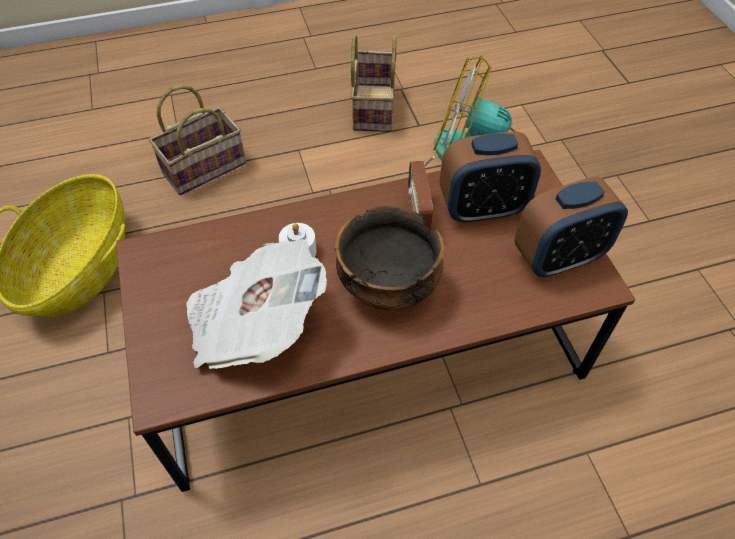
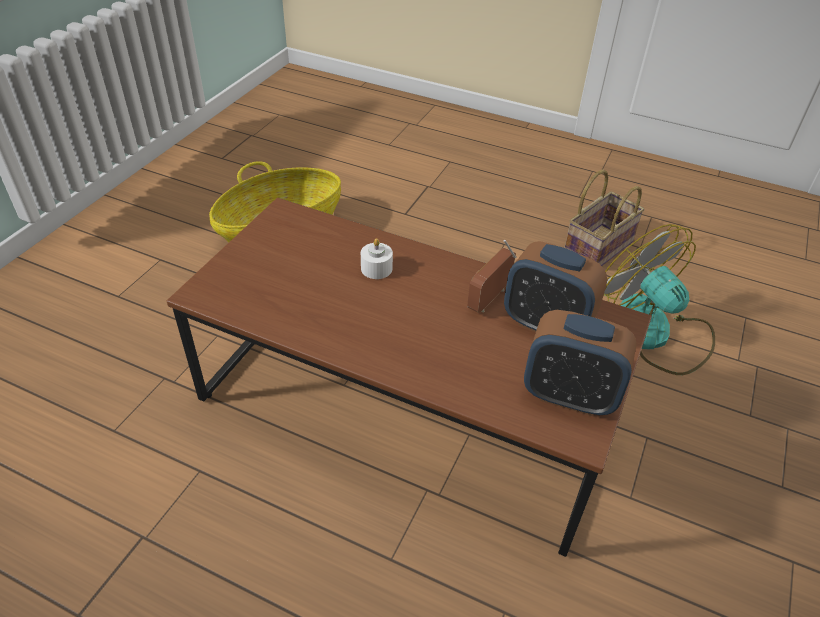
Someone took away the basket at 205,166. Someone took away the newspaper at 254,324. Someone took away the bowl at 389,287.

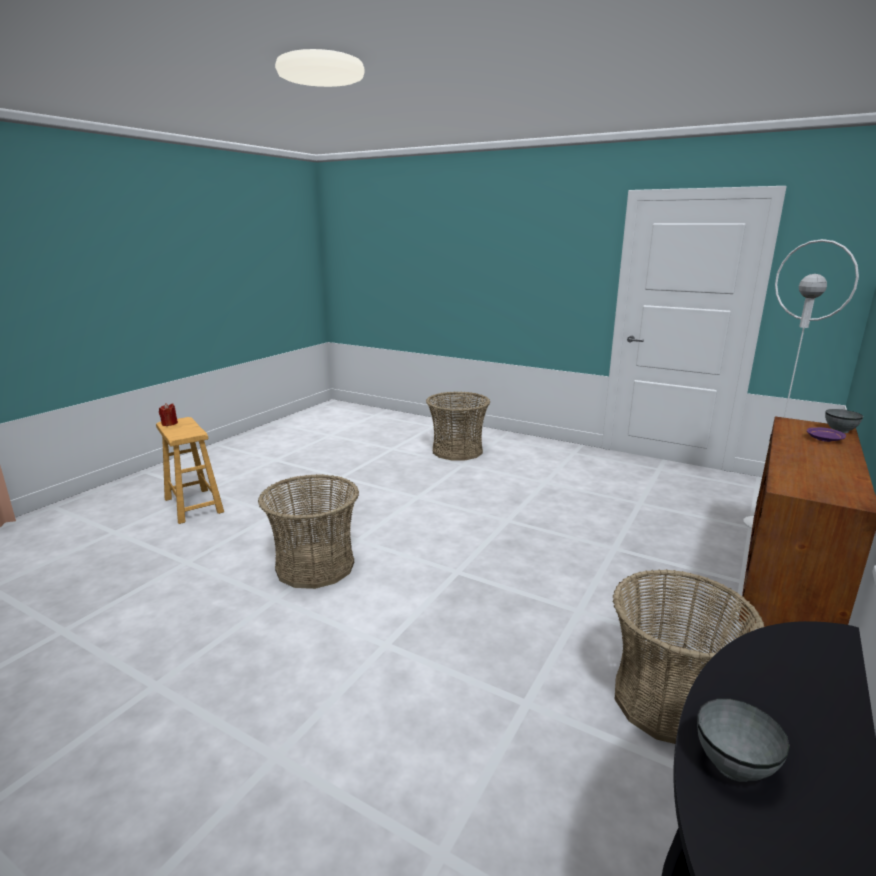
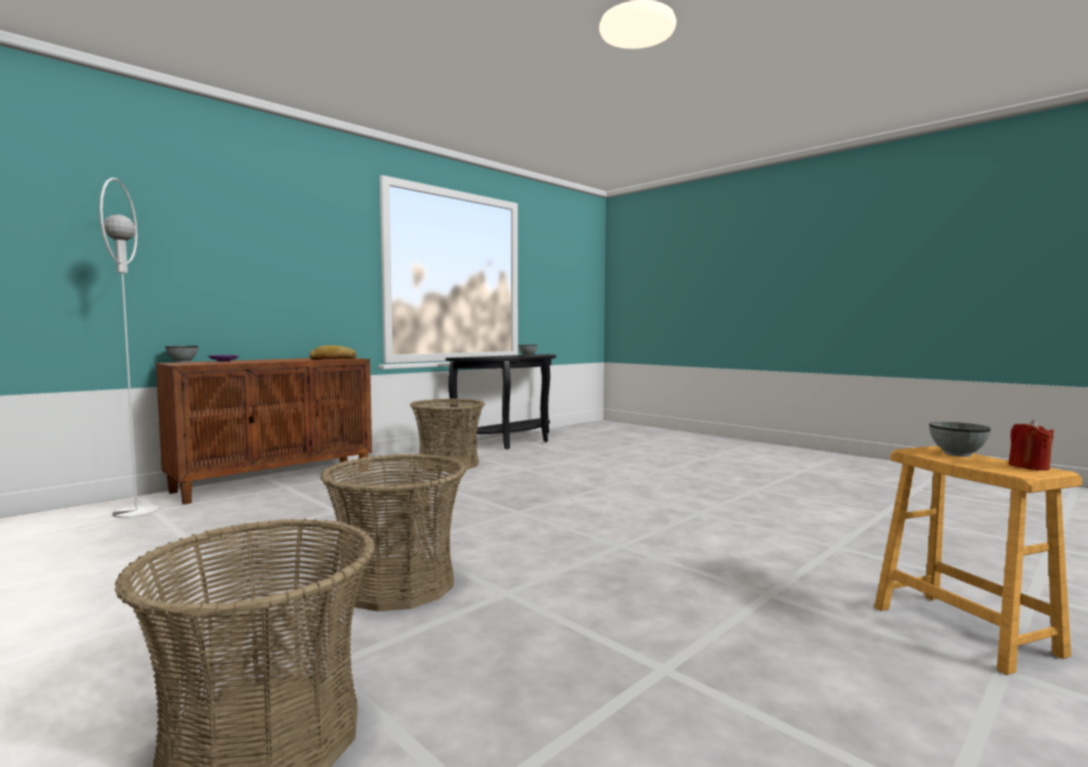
Someone put down the bread at 334,359. Someone carried the basket from 315,566 to 397,584. Someone put down the grey bowl at 957,454.

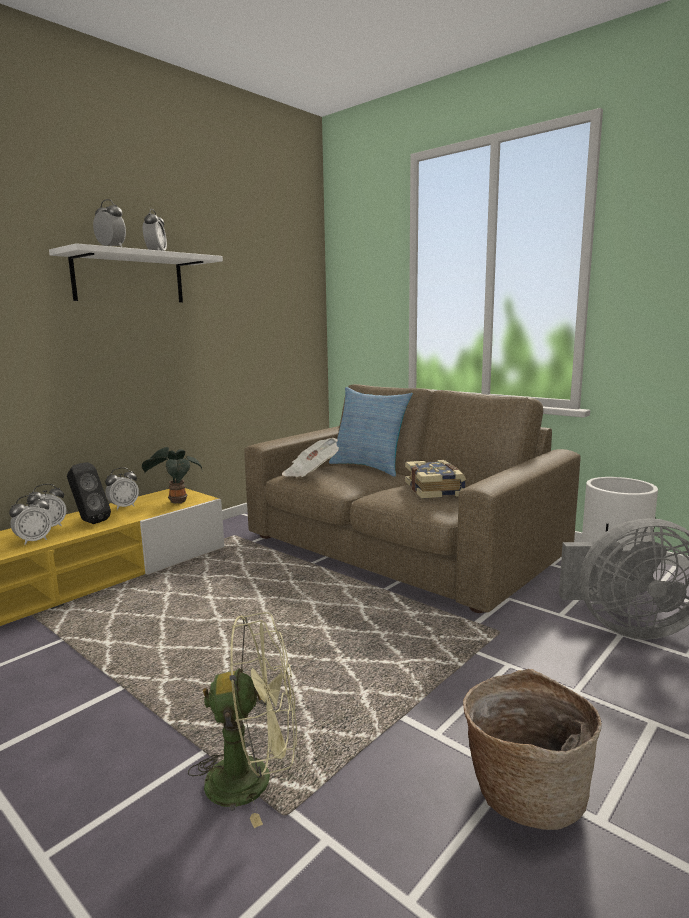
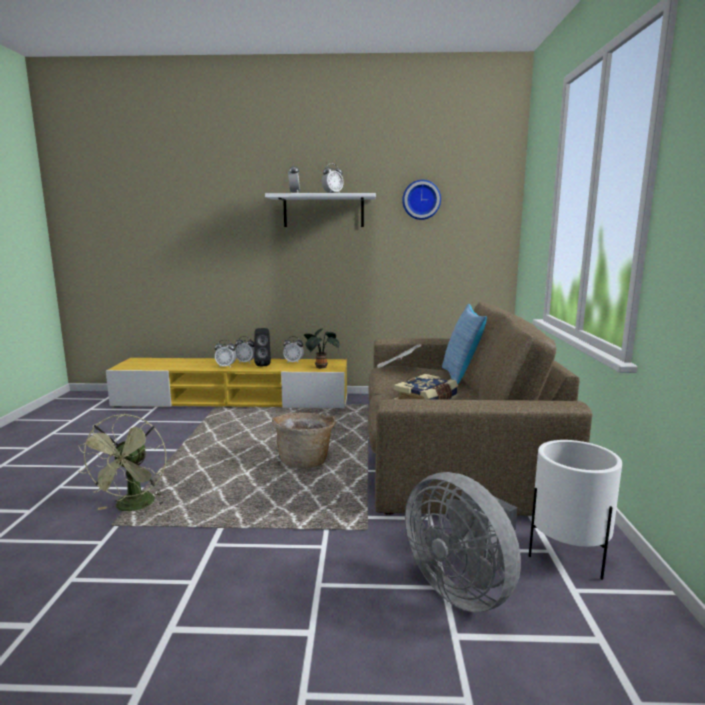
Someone rotated the green fan at 254,778 by 45 degrees clockwise. Someone carried the basket from 524,791 to 305,460. Someone put up the wall clock at 421,200.

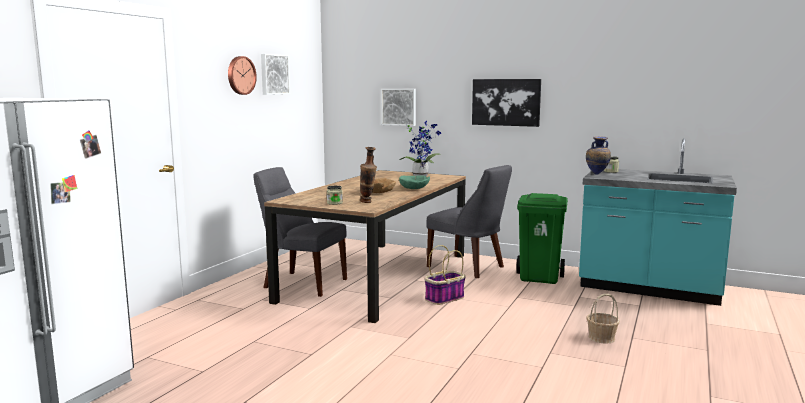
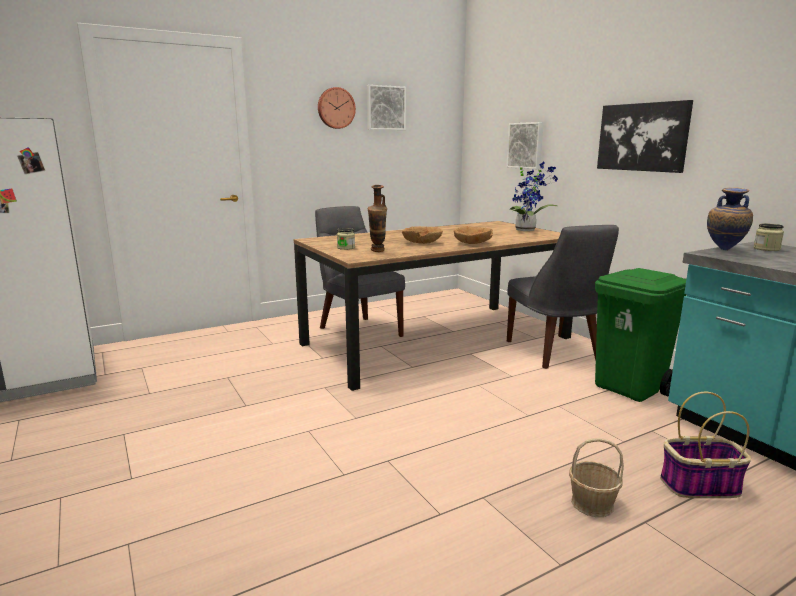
Someone repainted the green bowl at 414,188, which became the brown bowl at 472,243. Someone carried the basket from 444,299 to 699,486.

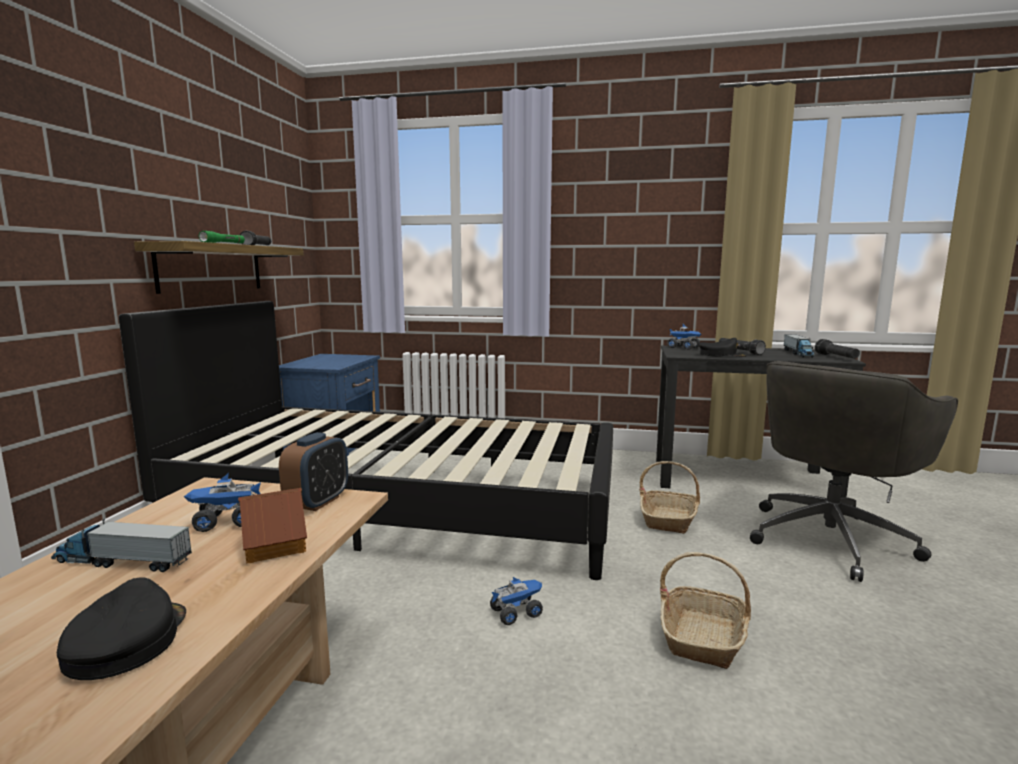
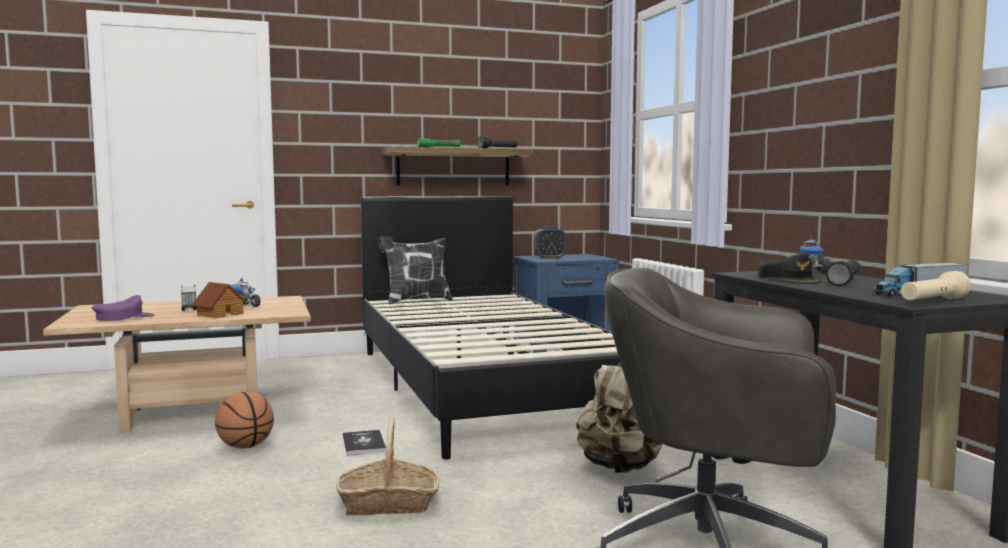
Someone repainted the black cap at 126,641, which became the purple cap at 124,317. Someone put down the basketball at 246,447. Someone swapped the toy truck at 516,612 for the book at 363,444. Someone put down the pillow at 416,301. Someone carried the alarm clock from 318,502 to 550,258. Someone swapped the basket at 668,519 for the beige backpack at 619,468. Someone repainted the black flashlight at 836,357, which became the beige flashlight at 932,301.

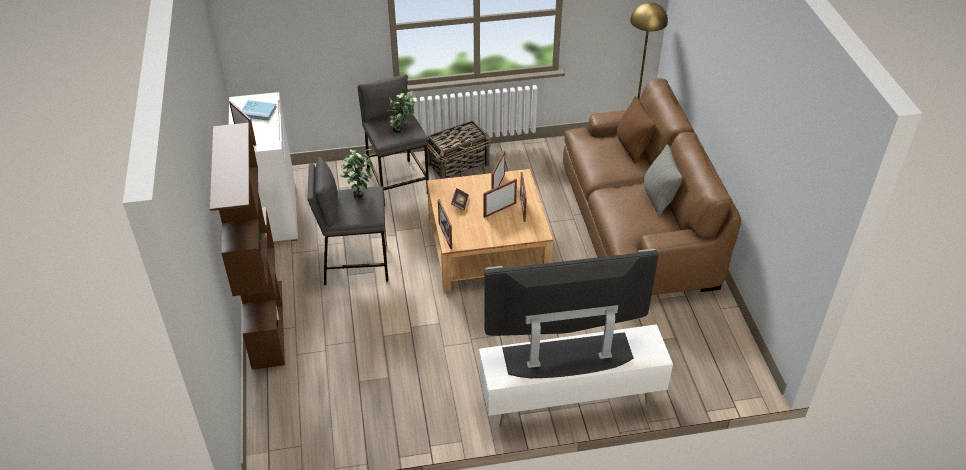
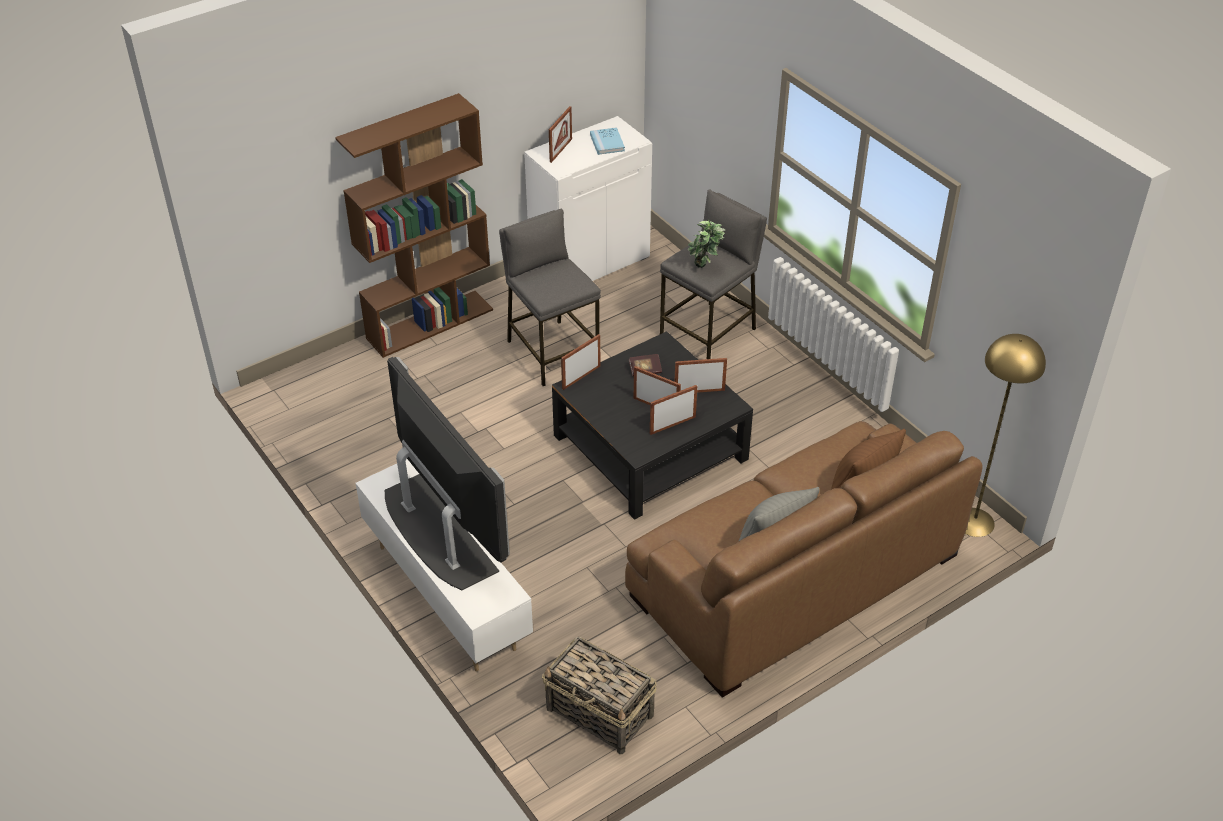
Someone carried the basket from 459,164 to 600,713. Someone repainted the beige coffee table at 487,247, which became the black coffee table at 650,447. Someone took away the potted plant at 359,192.

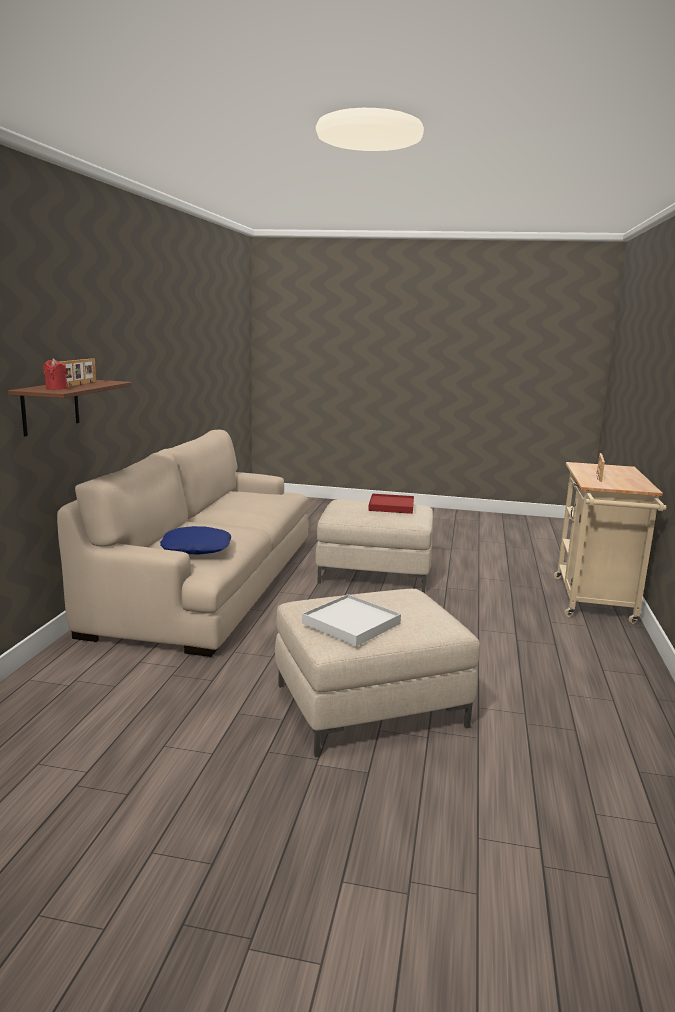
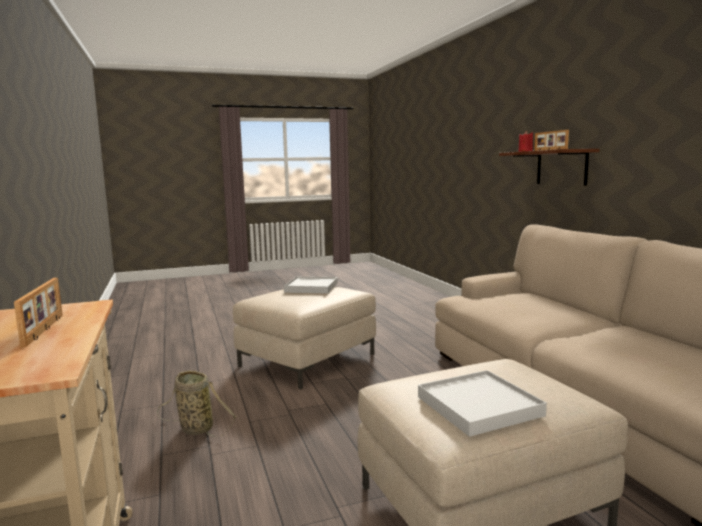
Someone put down the basket at 194,428. Someone repainted the red tray at 391,506, which became the white tray at 479,406. Someone took away the blue pillow at 196,548.

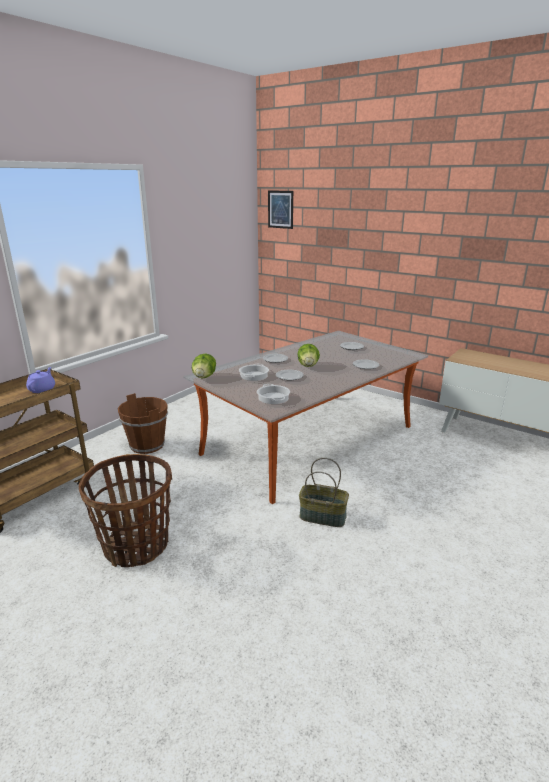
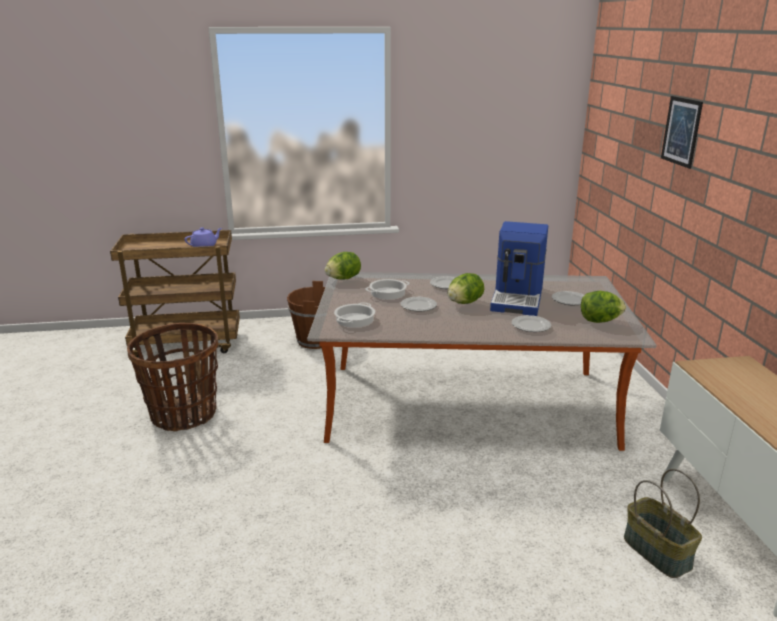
Someone put down the coffee machine at 518,298. Someone put down the lettuce at 599,321. Someone carried the basket from 323,516 to 658,552. Someone carried the picture from 280,209 to 681,131.

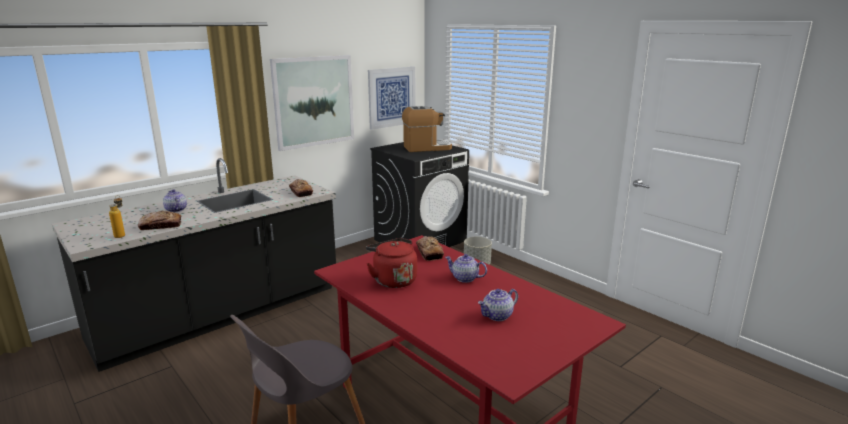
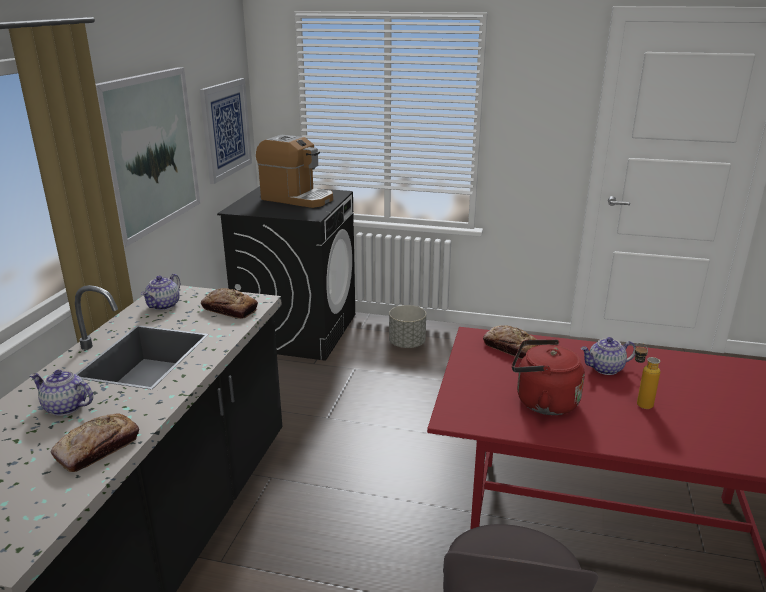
Someone carried the teapot from 497,316 to 164,305. Someone rotated the coffee machine at 426,148 by 75 degrees clockwise. Someone carried the bottle from 121,234 to 639,402.

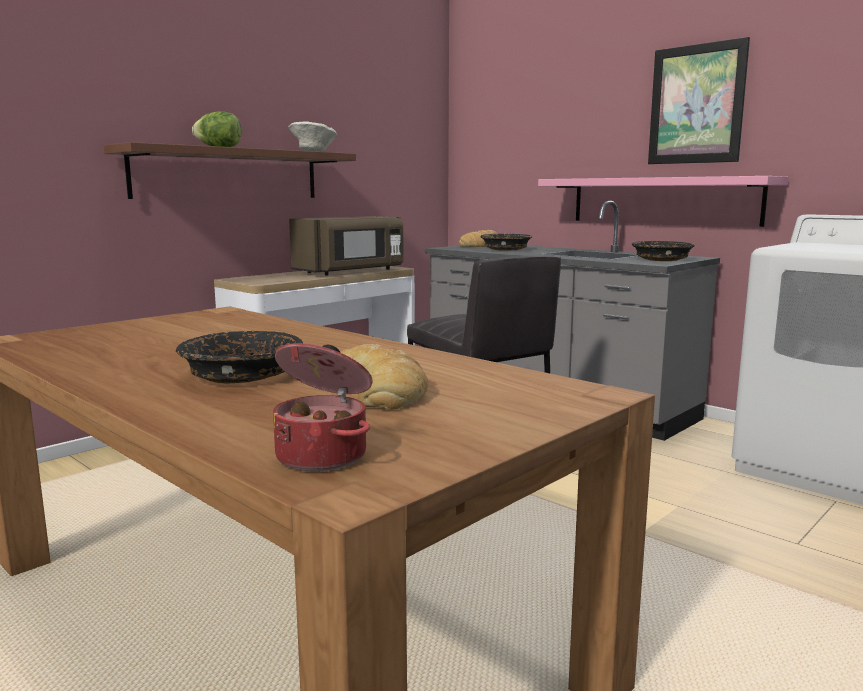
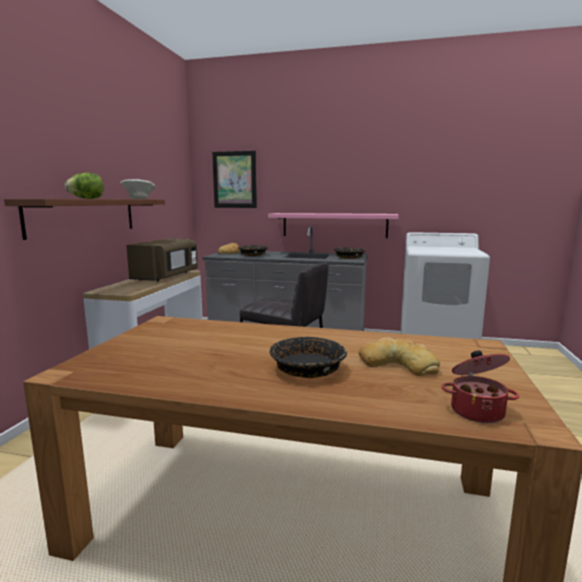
Someone carried the picture from 696,104 to 234,180.

